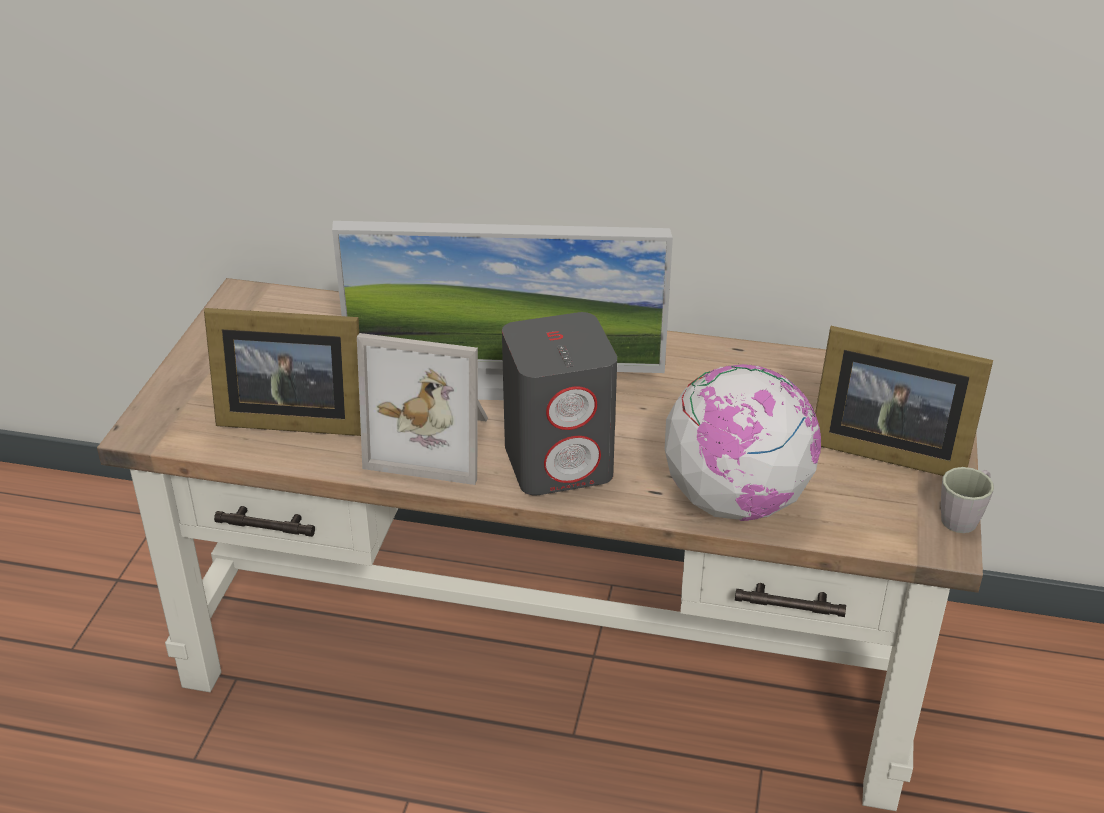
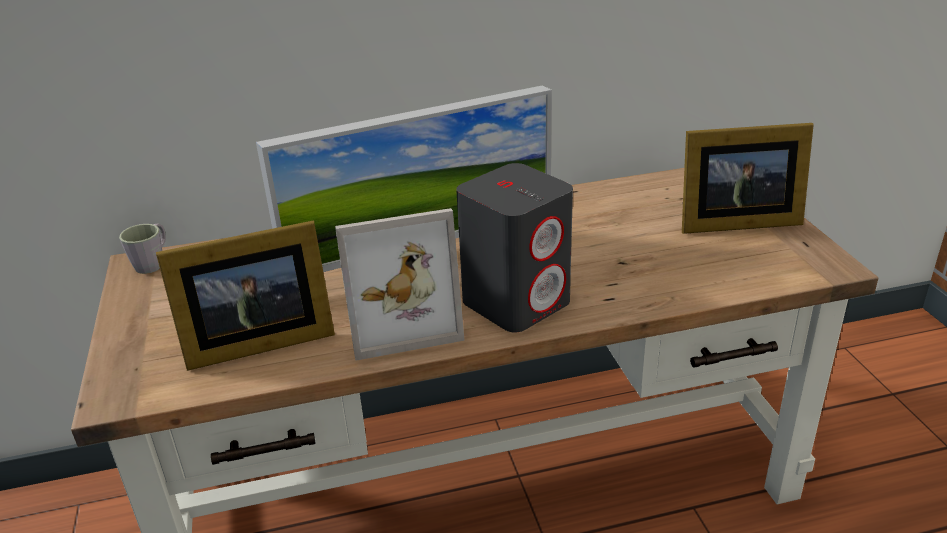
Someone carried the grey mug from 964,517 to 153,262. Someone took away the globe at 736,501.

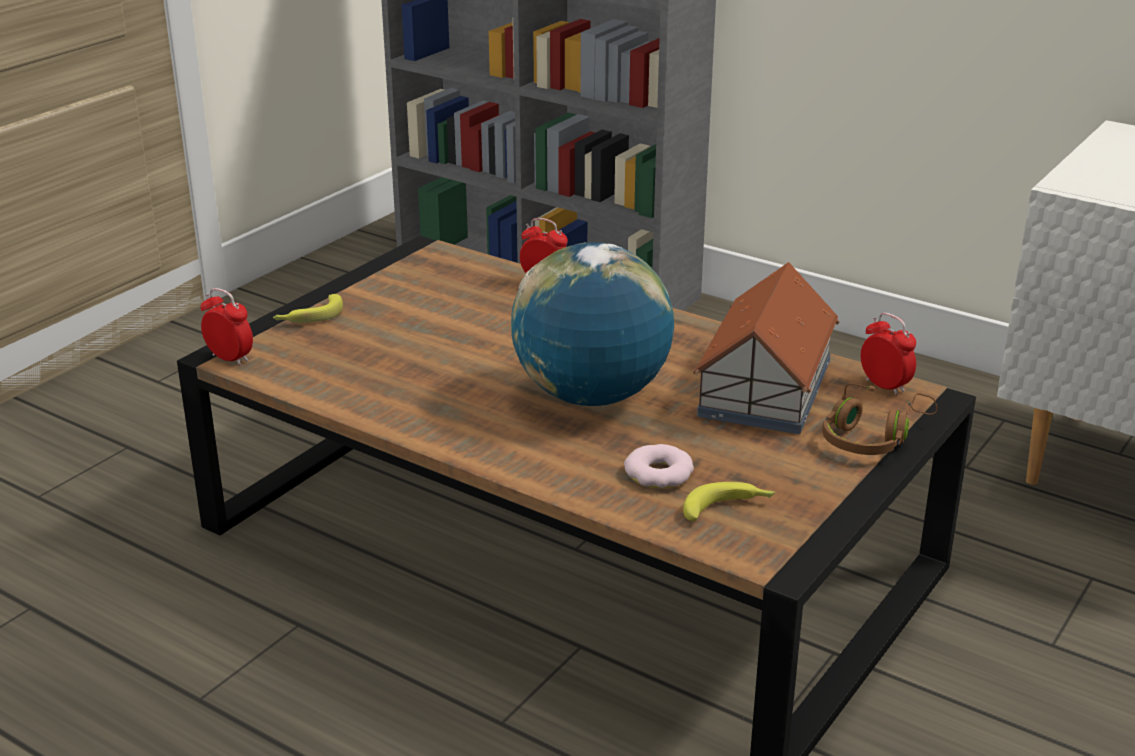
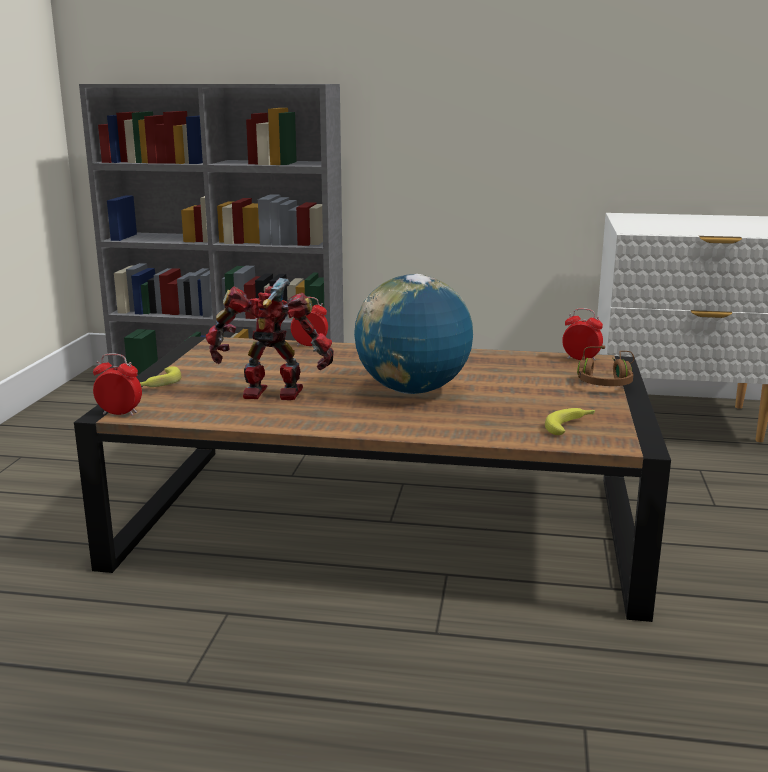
Someone put down the toy robot at 272,395. Someone took away the donut at 659,474. Someone took away the toy house at 767,387.

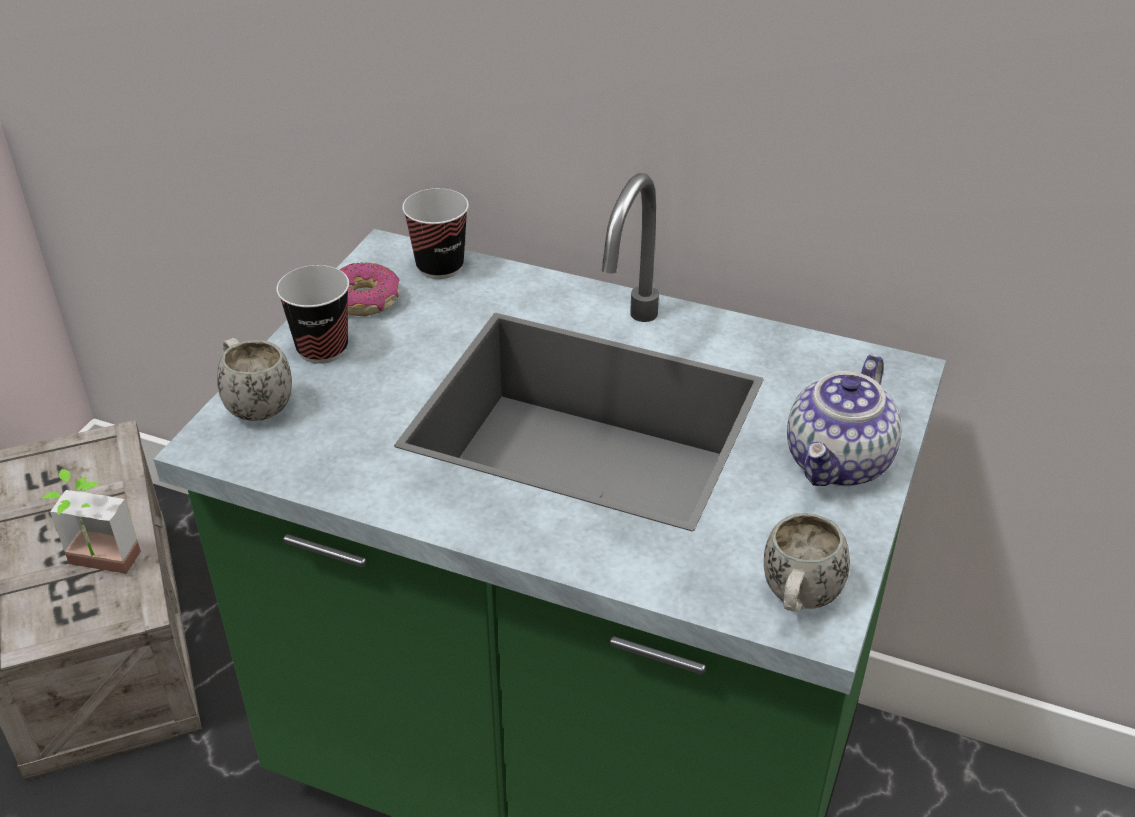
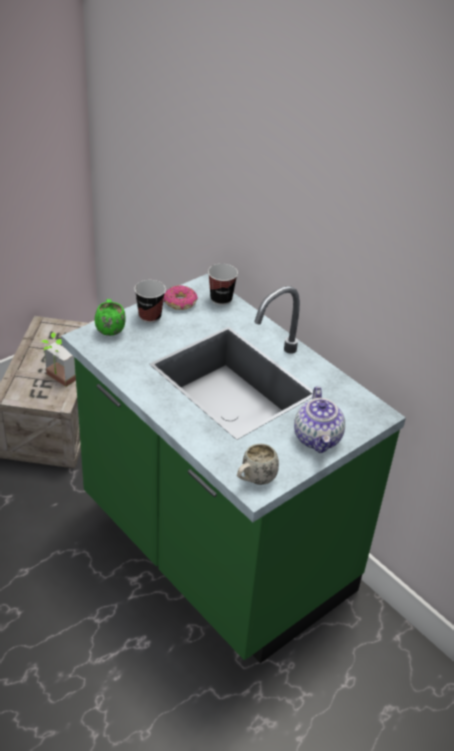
Someone repainted the white mug at 254,403, which became the green mug at 109,328. Someone rotated the teapot at 839,463 by 60 degrees counterclockwise.

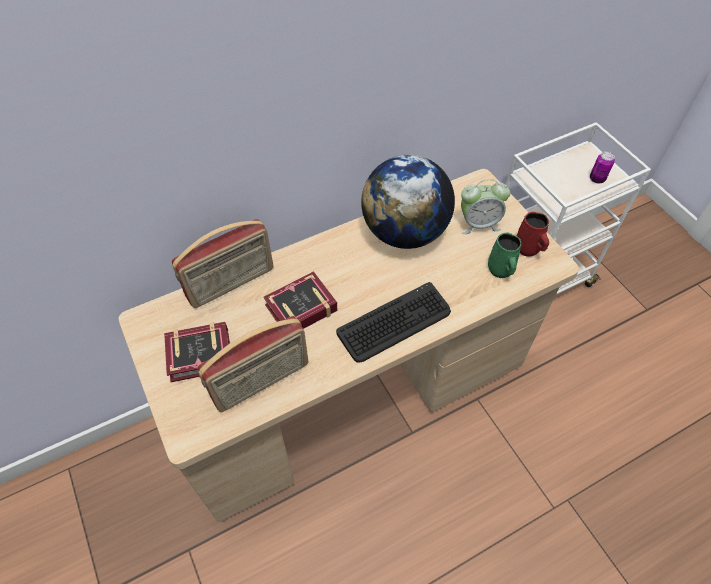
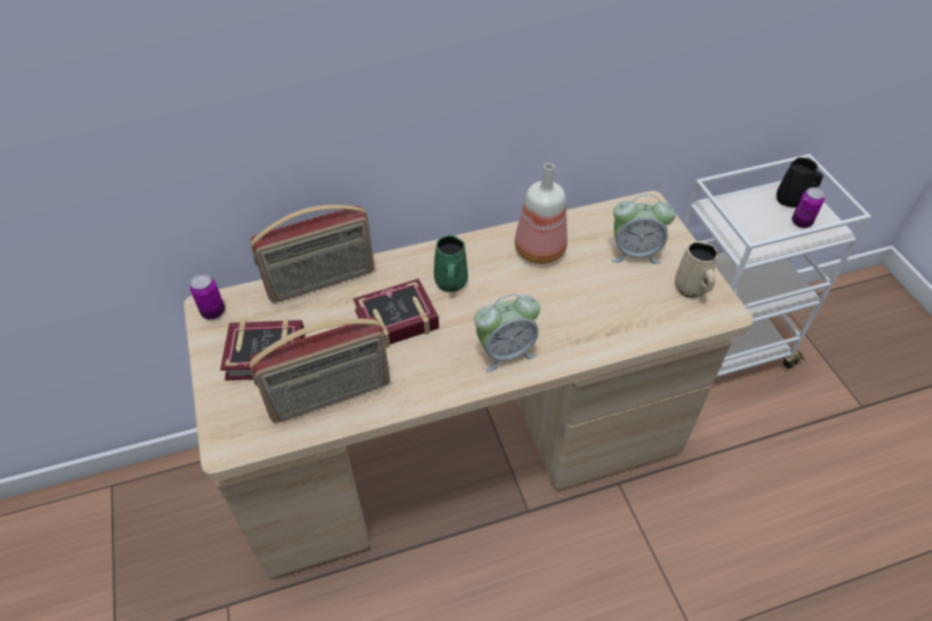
Someone put down the can at 213,312. Someone carried the green mug from 501,270 to 450,283. Someone swapped the keyboard at 394,323 for the alarm clock at 505,352. Someone swapped the globe at 404,232 for the bottle at 541,251. Someone repainted the red mug at 528,249, which became the beige mug at 691,289. Someone put down the black mug at 791,200.

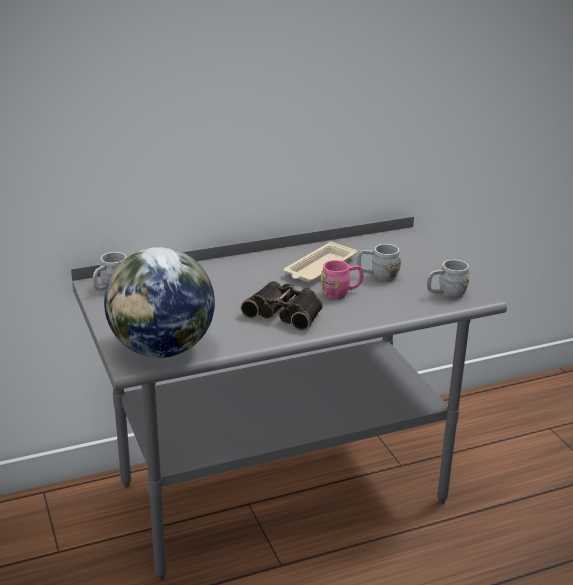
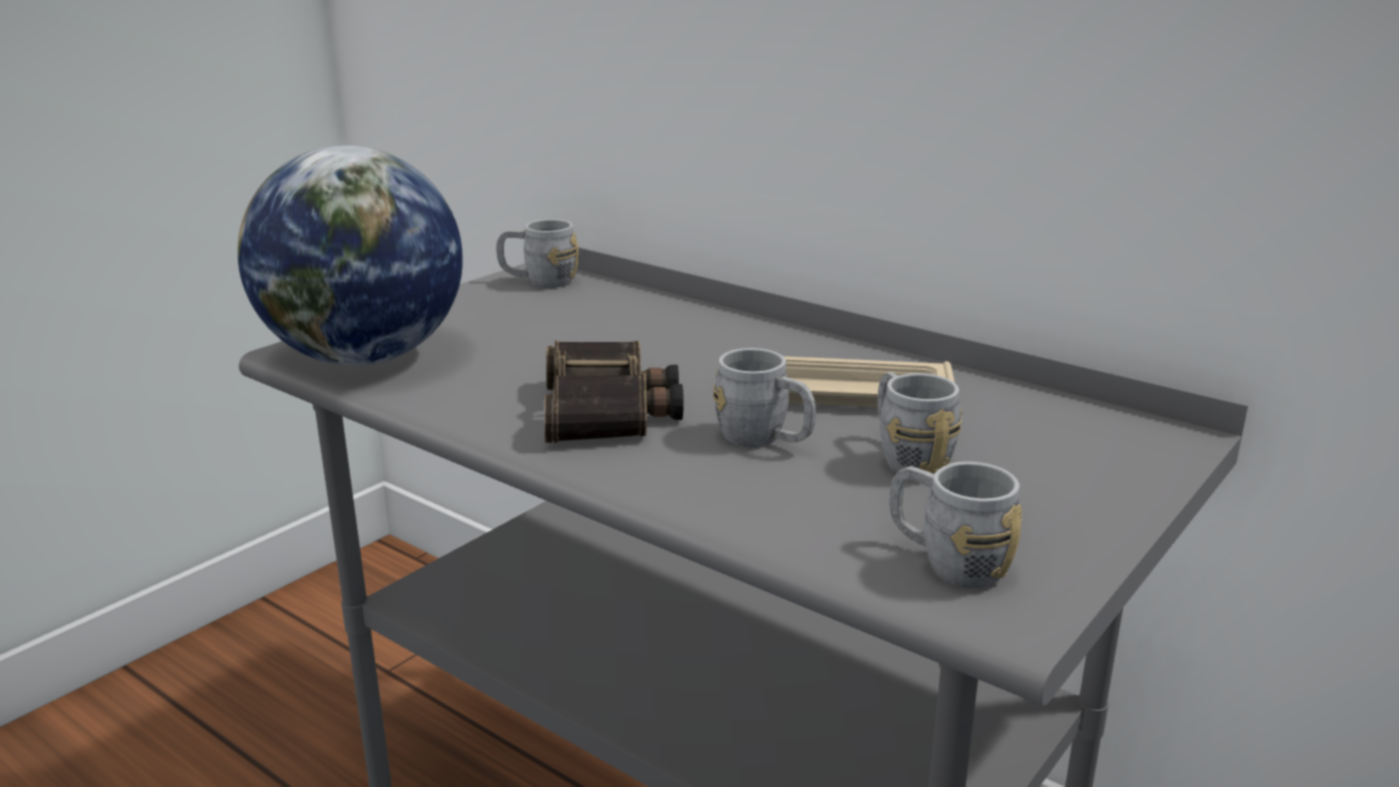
Someone repainted the pink mug at 341,293, which became the grey mug at 764,439.

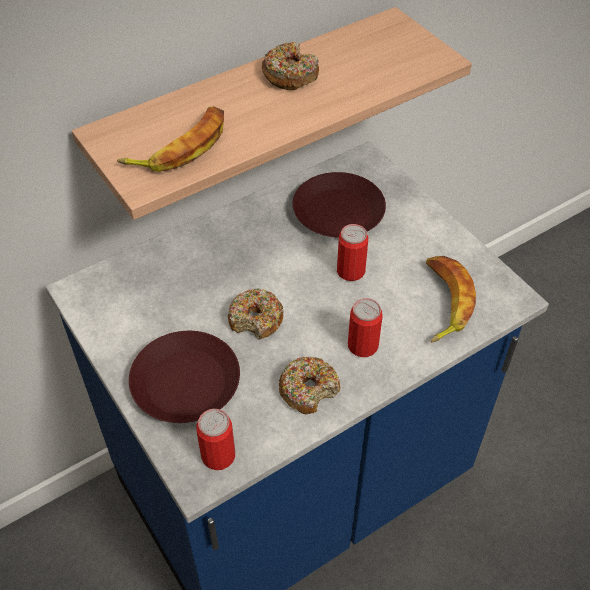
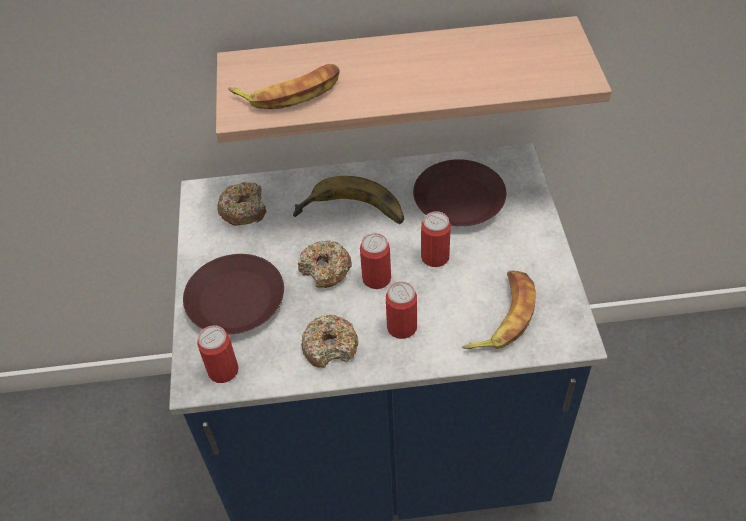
Someone carried the donut from 290,75 to 244,210. Someone put down the banana at 351,216. Someone put down the can at 376,278.

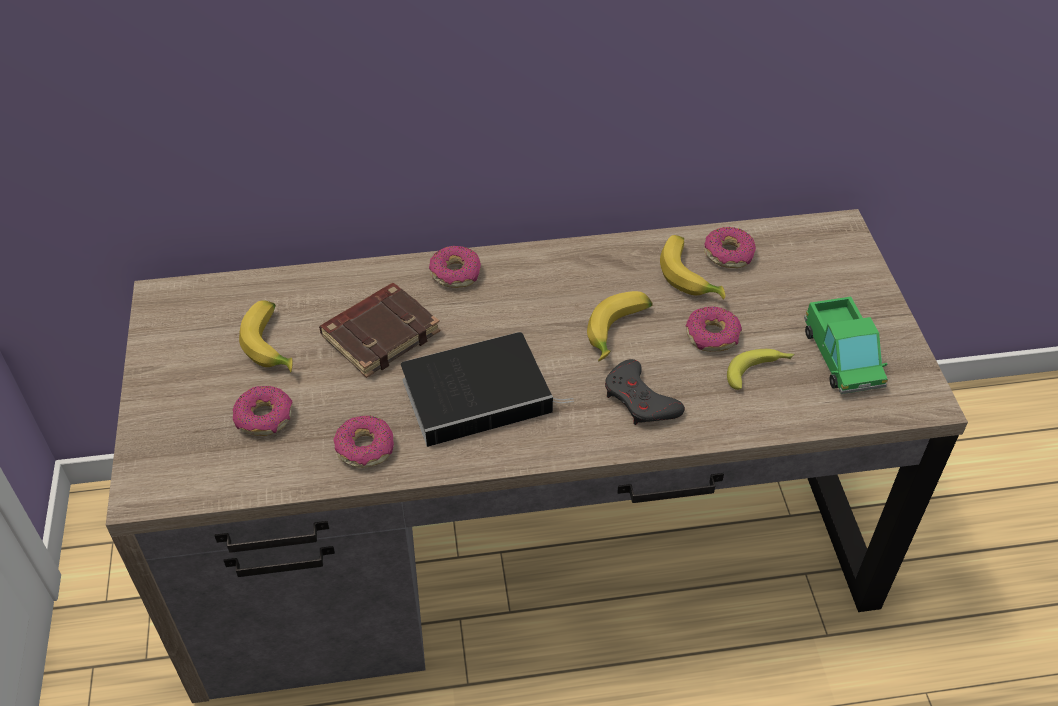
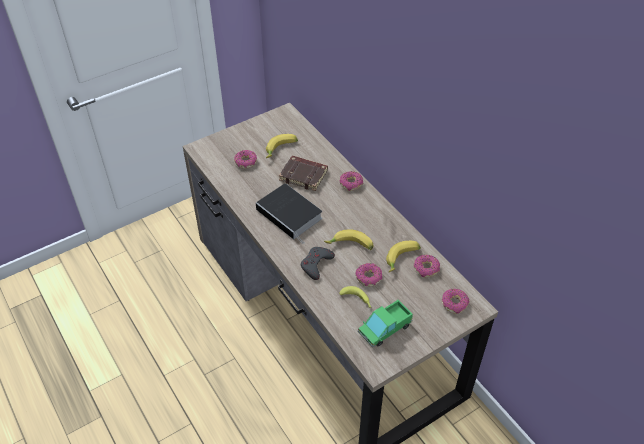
Someone carried the donut from 365,448 to 454,303.

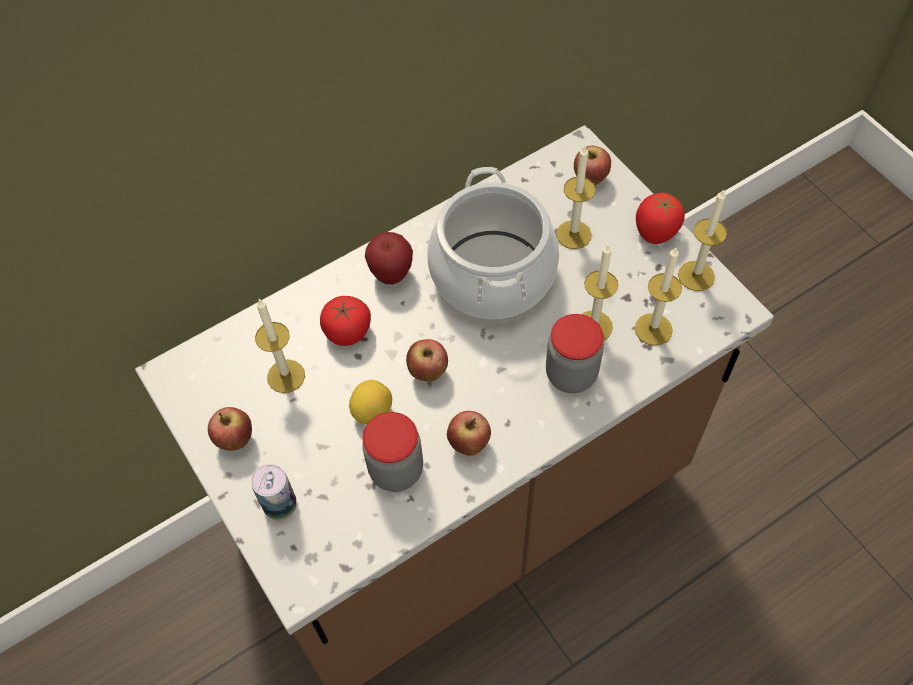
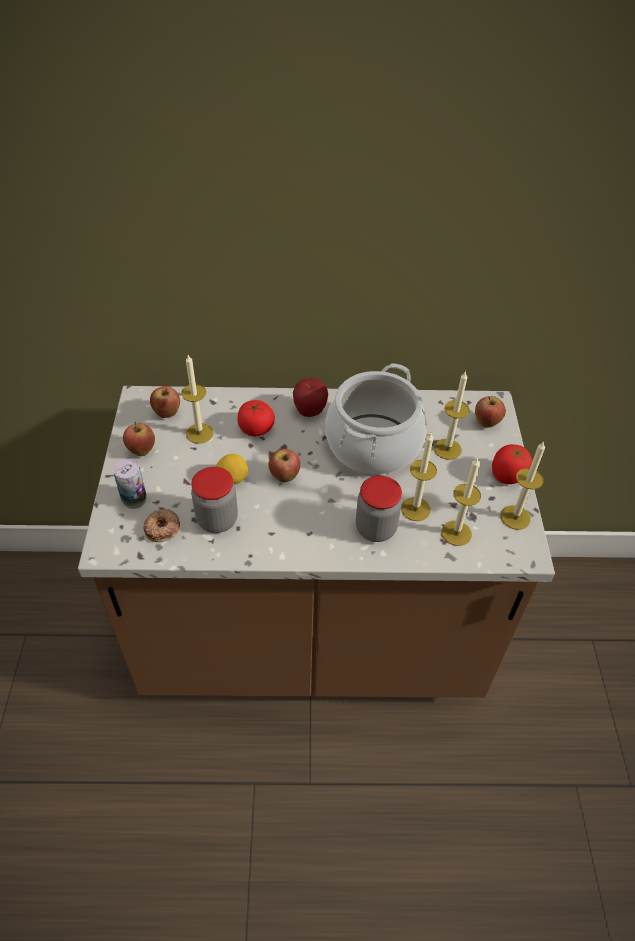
Someone put down the donut at 163,528. Someone carried the apple from 469,444 to 167,413.

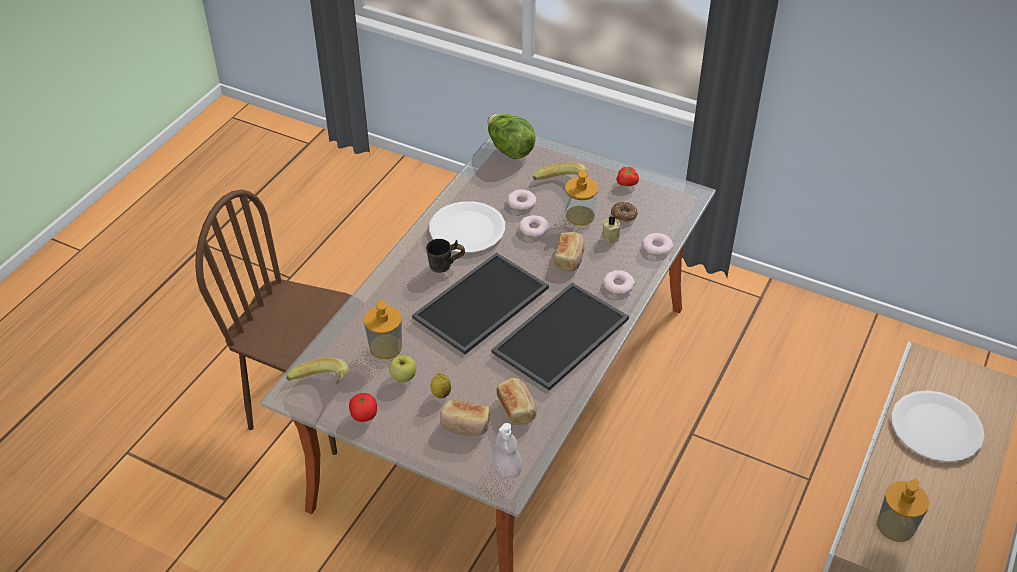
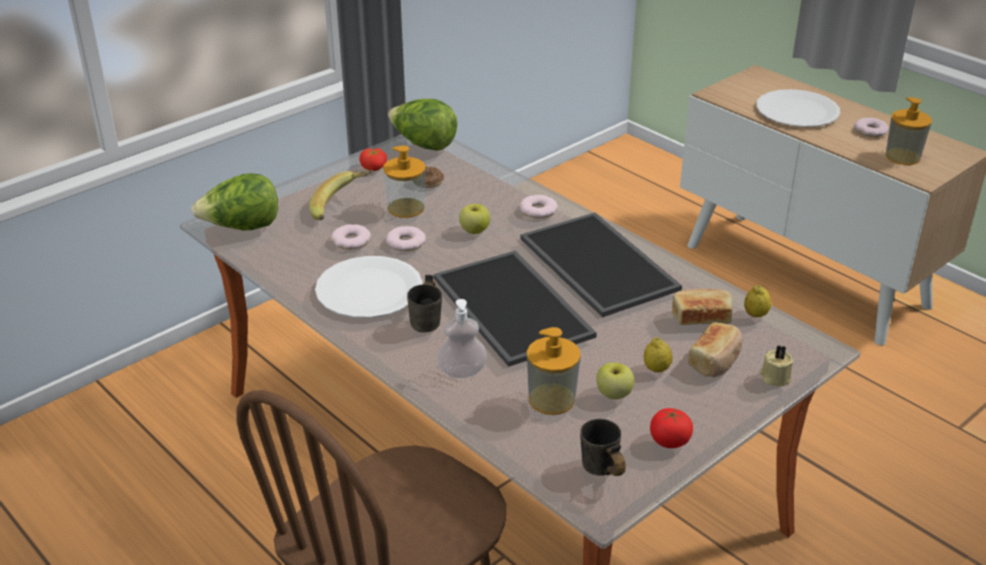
Someone put down the lettuce at 423,145. Someone carried the soap dispenser from 506,468 to 462,371. Someone swapped the bread at 569,258 for the apple at 474,230. Someone swapped the banana at 321,386 for the grey mug at 599,473. Someone put down the lemon at 755,315. Someone carried the beige candle from 611,236 to 774,377. Someone carried the donut from 657,247 to 870,131.

